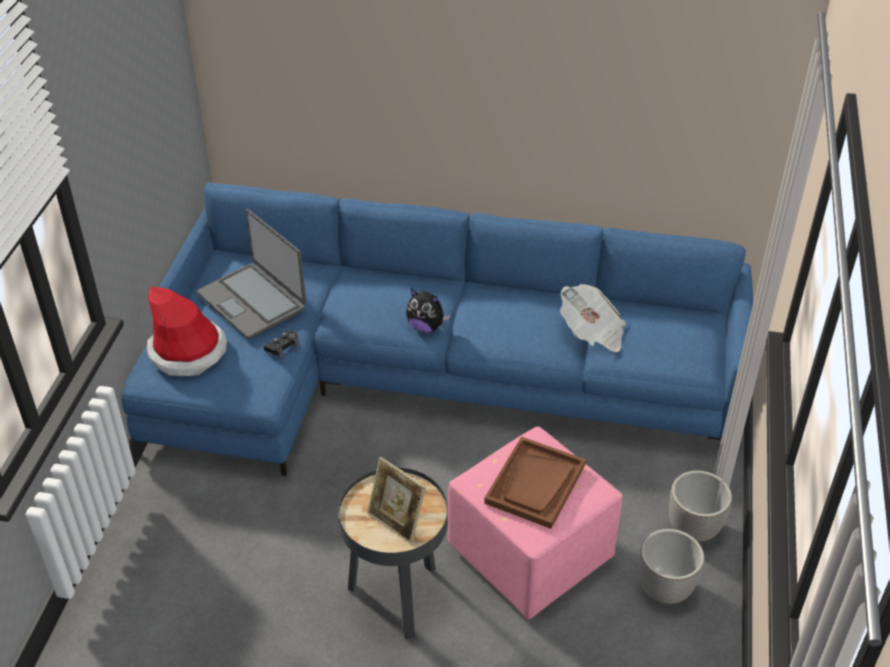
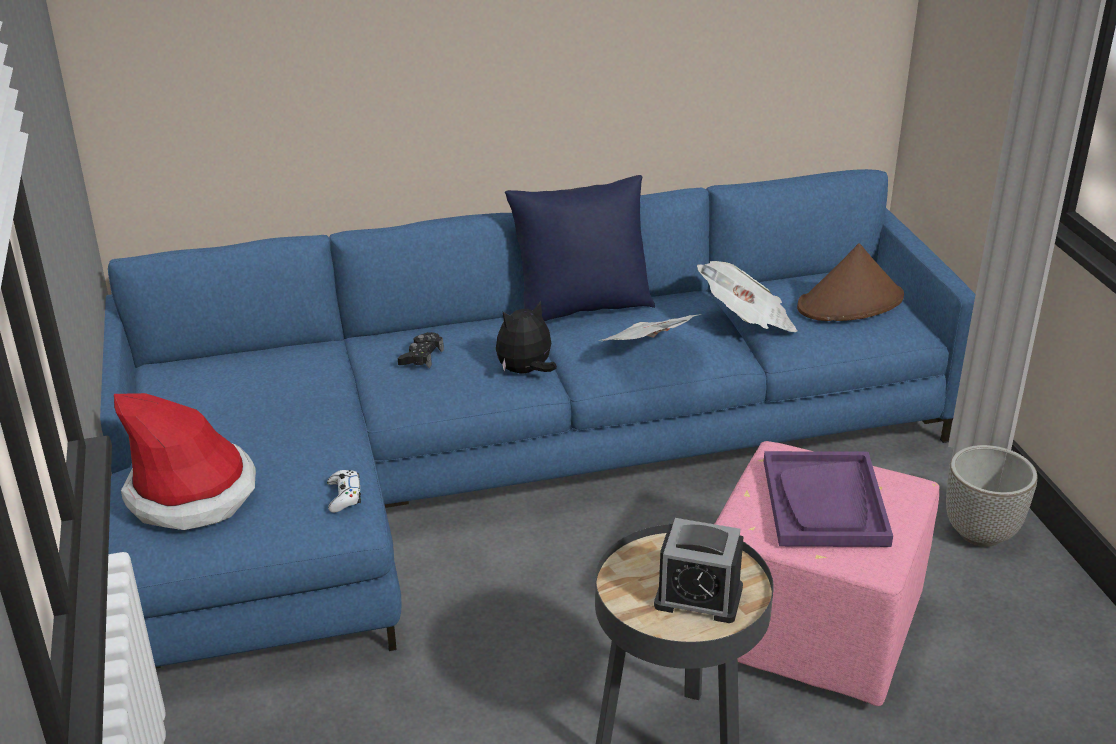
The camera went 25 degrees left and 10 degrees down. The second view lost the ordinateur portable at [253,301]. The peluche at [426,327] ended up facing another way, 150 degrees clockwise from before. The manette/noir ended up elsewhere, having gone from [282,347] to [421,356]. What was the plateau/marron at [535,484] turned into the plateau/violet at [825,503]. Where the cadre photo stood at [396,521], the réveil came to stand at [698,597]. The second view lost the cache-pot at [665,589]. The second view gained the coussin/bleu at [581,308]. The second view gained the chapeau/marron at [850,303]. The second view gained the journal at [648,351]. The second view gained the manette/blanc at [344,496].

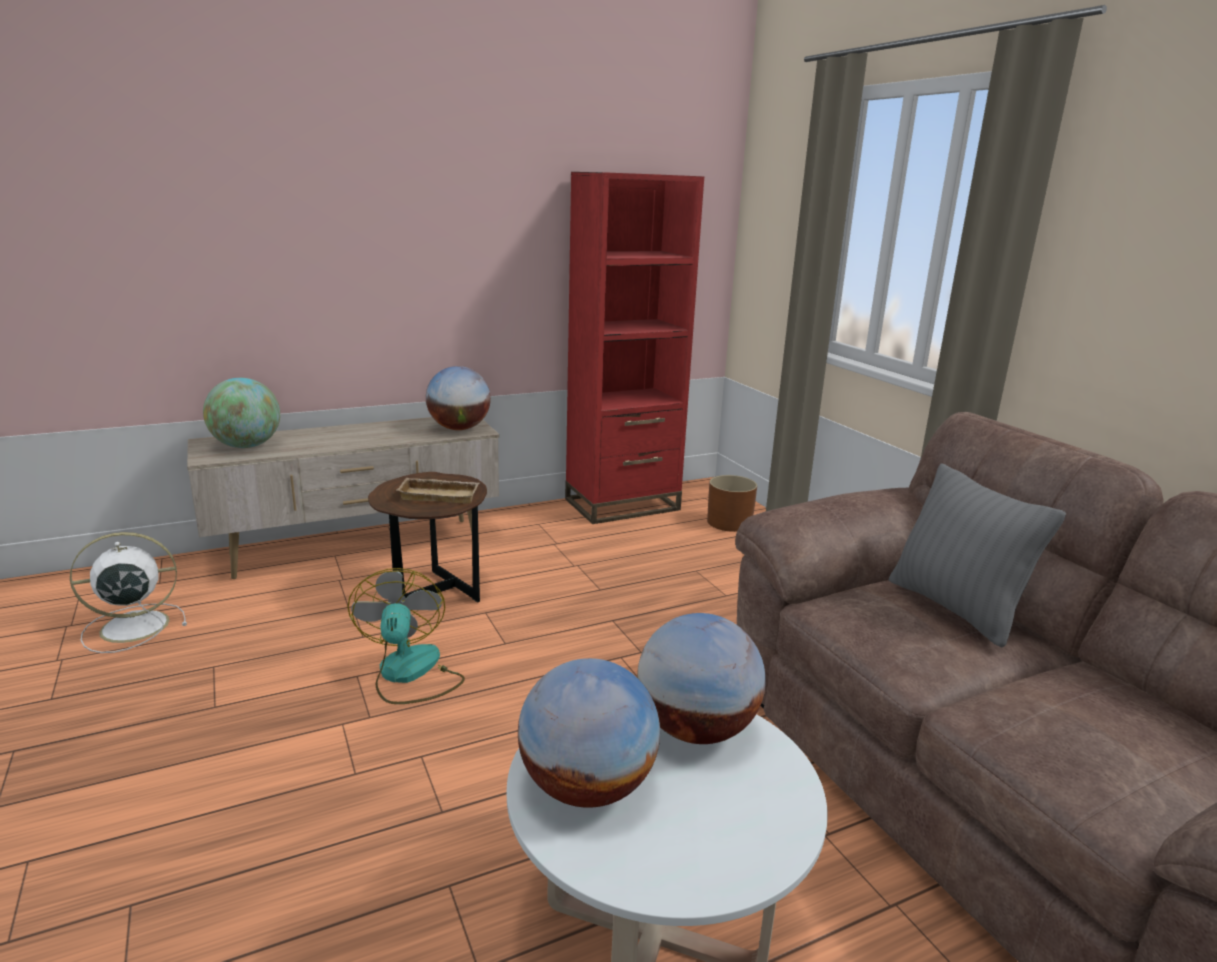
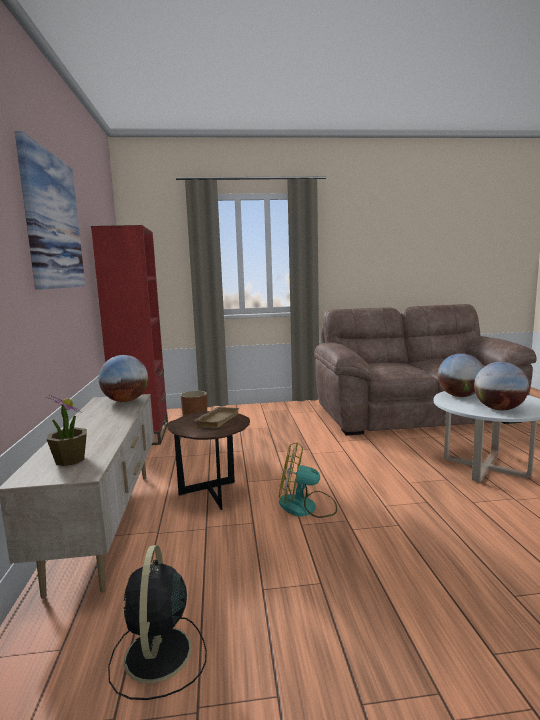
The camera went 70 degrees left and 10 degrees down. Where the globe stood at [246,446], the plante en pot came to stand at [70,460]. The second view lost the coussin/gris at [955,608]. What was the ventilateur/blanc at [131,627] turned into the ventilateur/noir at [157,656]. The second view gained the tableau at [52,222].

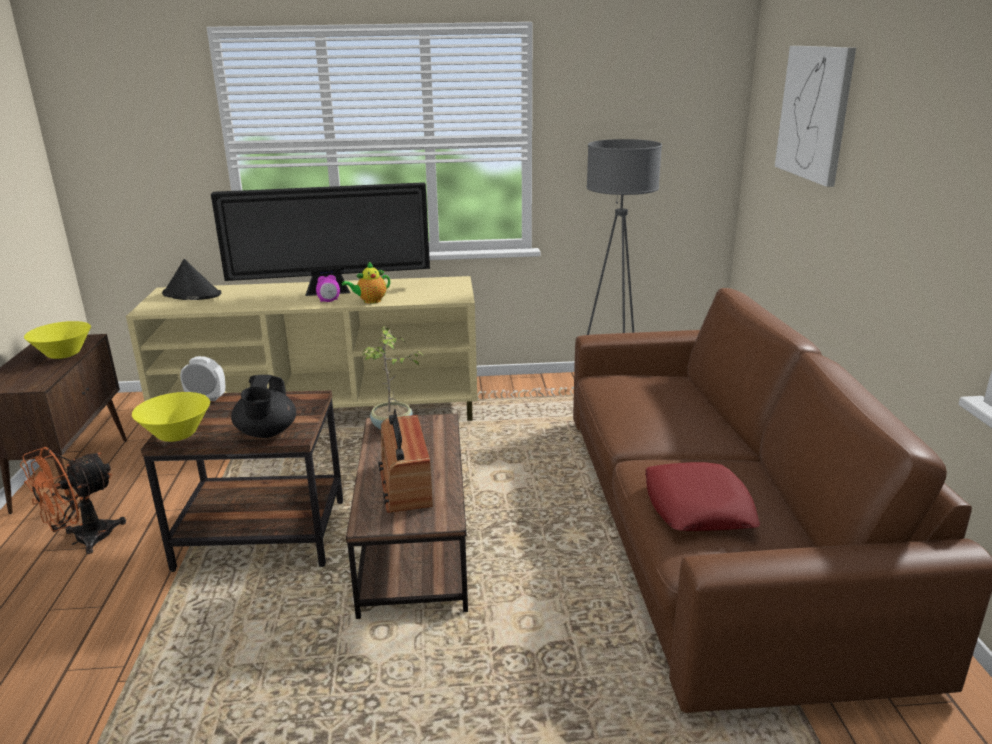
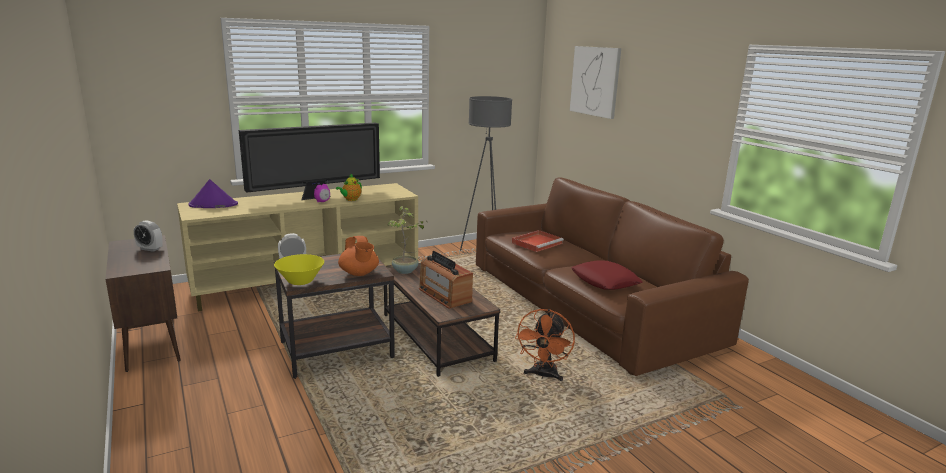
The camera went 25 degrees left and 5 degrees down. What was the chapeau/noir at [191,294] turned into the chapeau/violet at [213,205]. Where the bol/jaune stood at [64,354], the réveil came to stand at [150,249]. What was the théière/noir at [266,433] turned into the théière/orange at [359,273]. The ventilateur/orange ended up elsewhere, having gone from [83,540] to [543,375]. The second view gained the plateau/rouge at [537,243].

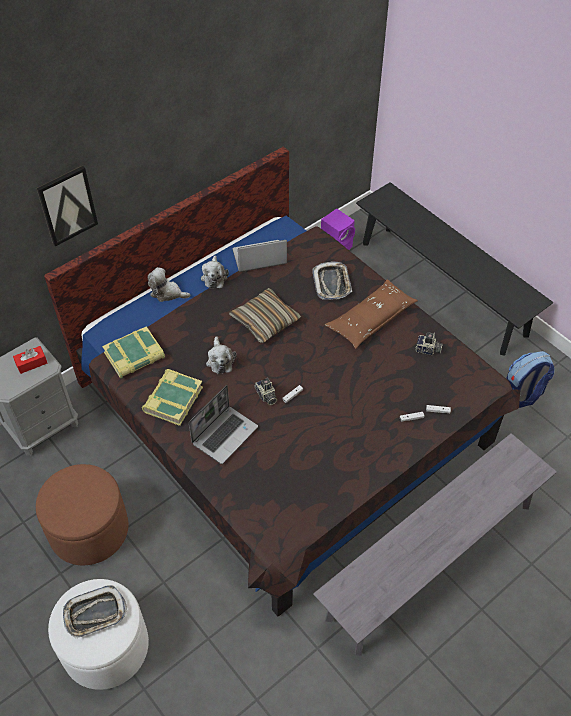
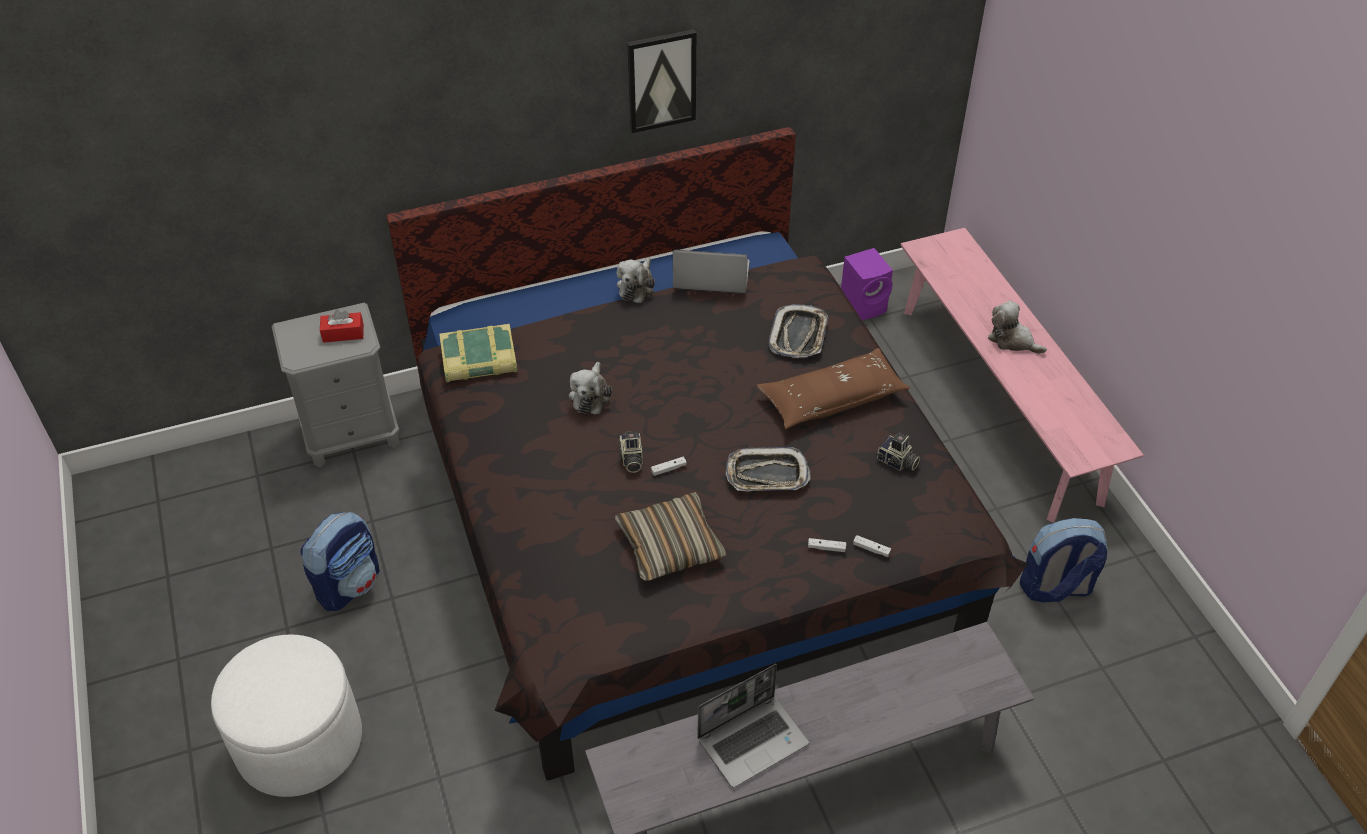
The camera went 20 degrees right and 5 degrees down. The tableau ended up elsewhere, having gone from [67,205] to [661,80]. What was the banc/noir at [442,287] turned into the banc/rose at [998,402]. The peluche ended up elsewhere, having gone from [167,293] to [1012,340]. The coussin ended up elsewhere, having gone from [265,321] to [670,545]. The second view lost the livre at [172,399]. The ordinateur portable ended up elsewhere, having gone from [225,434] to [753,740]. Where the pouf/marron stood at [89,530], the sac à dos came to stand at [349,584]. The plateau ended up elsewhere, having gone from [95,614] to [766,475].

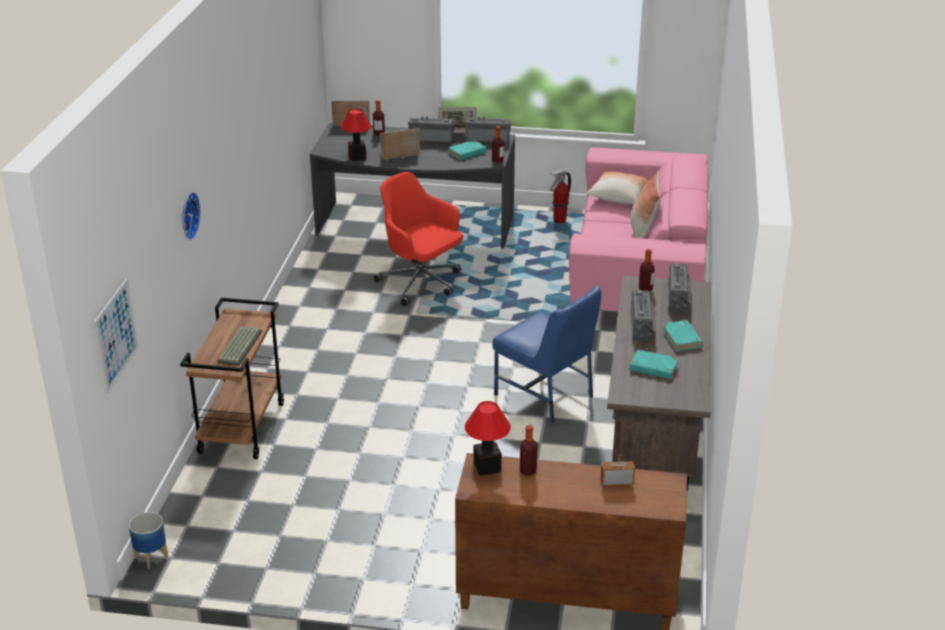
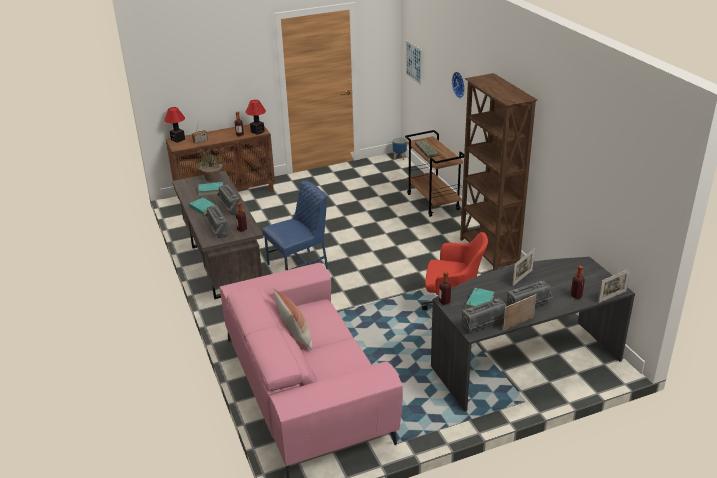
The camera went 150 degrees right and 0 degrees up. The lampe de table ended up elsewhere, having gone from [357,157] to [177,139]. The second view lost the extincteur at [559,221]. The second view lost the coussin at [619,196]. The chaise/bleu at [545,395] ended up facing another way, 135 degrees clockwise from before. The second view gained the bibliothèque/marron at [488,253]. The second view gained the plante en pot at [212,178].

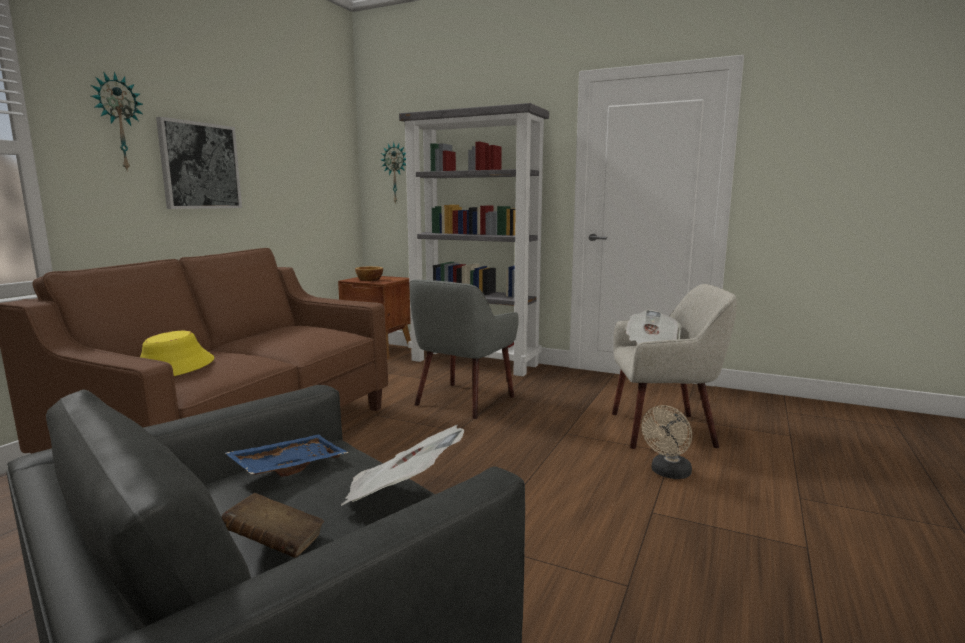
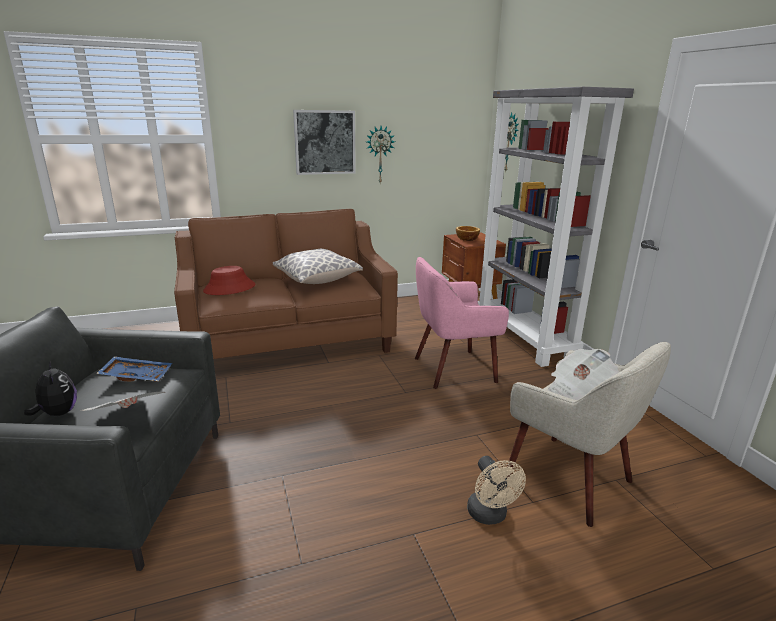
The camera went 45 degrees right and 10 degrees up. The horloge murale ended up elsewhere, having gone from [118,122] to [379,154]. What was the fauteuil/gris at [463,400] turned into the fauteuil/rose at [452,369]. What was the chapeau/jaune at [174,367] turned into the chapeau/rouge at [229,288]. The ventilateur/beige at [668,473] ended up facing another way, 105 degrees counterclockwise from before. Where the livre/marron stood at [275,545], the peluche came to stand at [58,413]. The second view gained the coussin at [317,280].

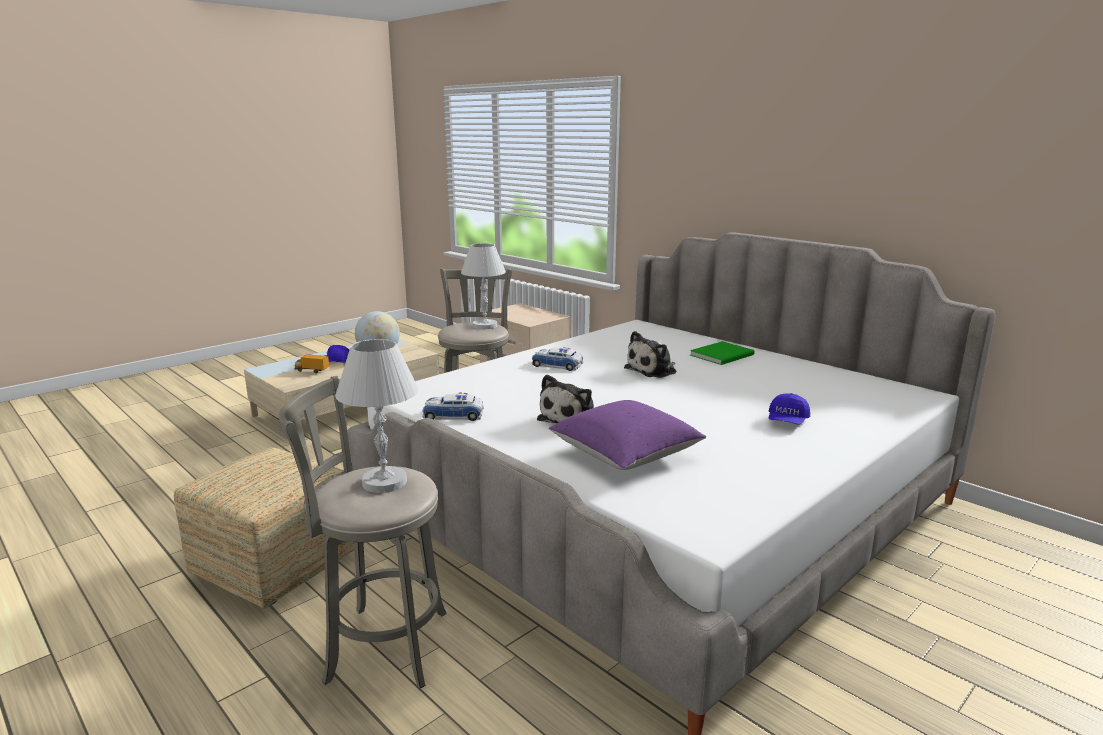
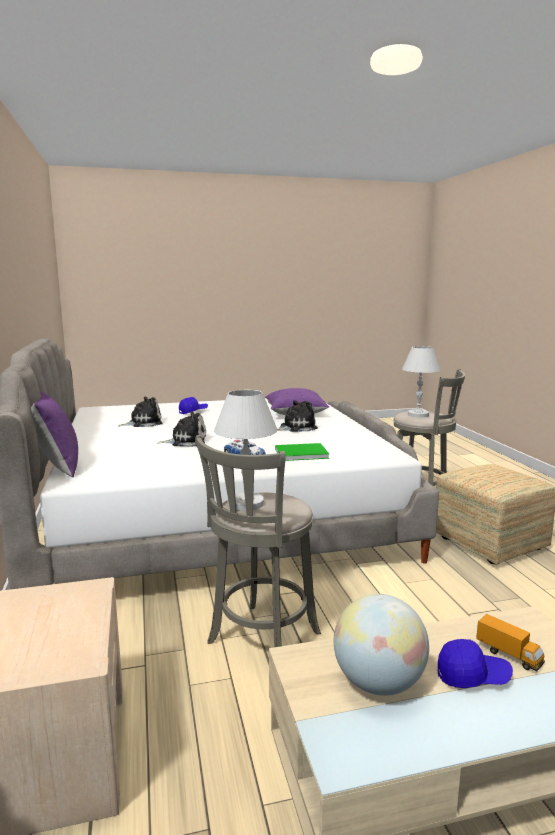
The camera went 150 degrees left and 5 degrees down. The livre/vert ended up elsewhere, having gone from [724,355] to [299,453]. The second view lost the petite voiture at [453,415]. The second view gained the coussin/violet at [57,467]. The second view gained the peluche at [143,423].

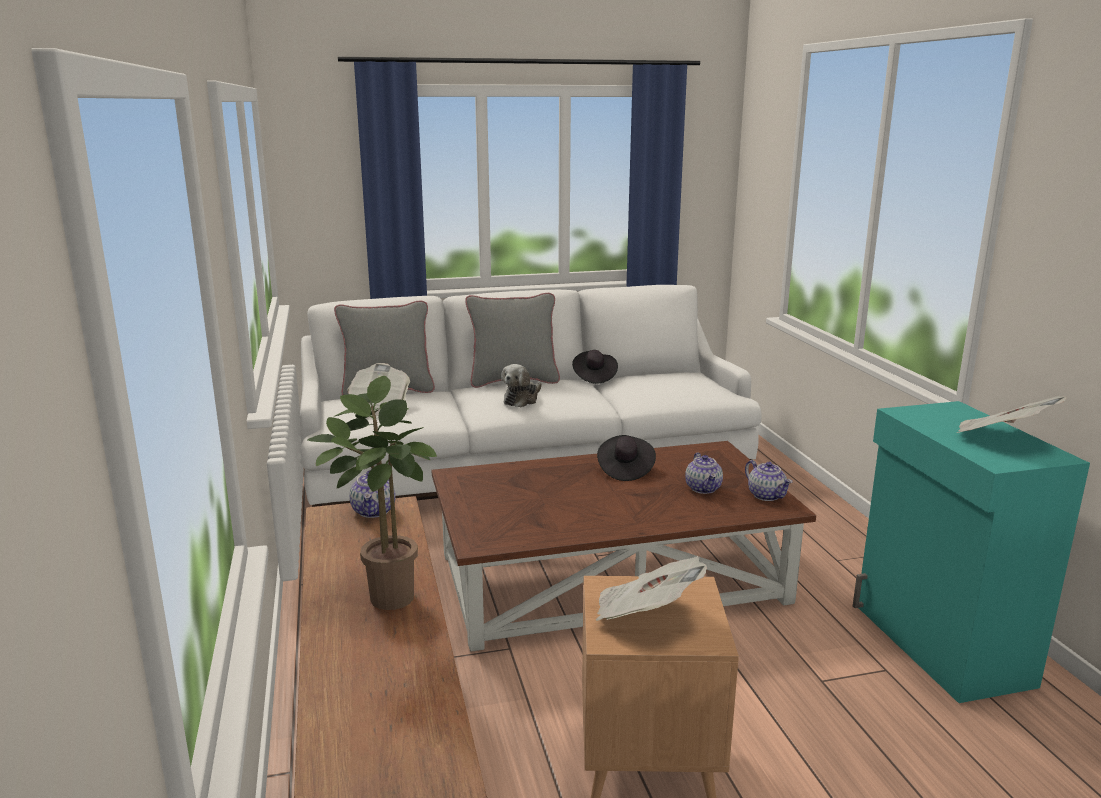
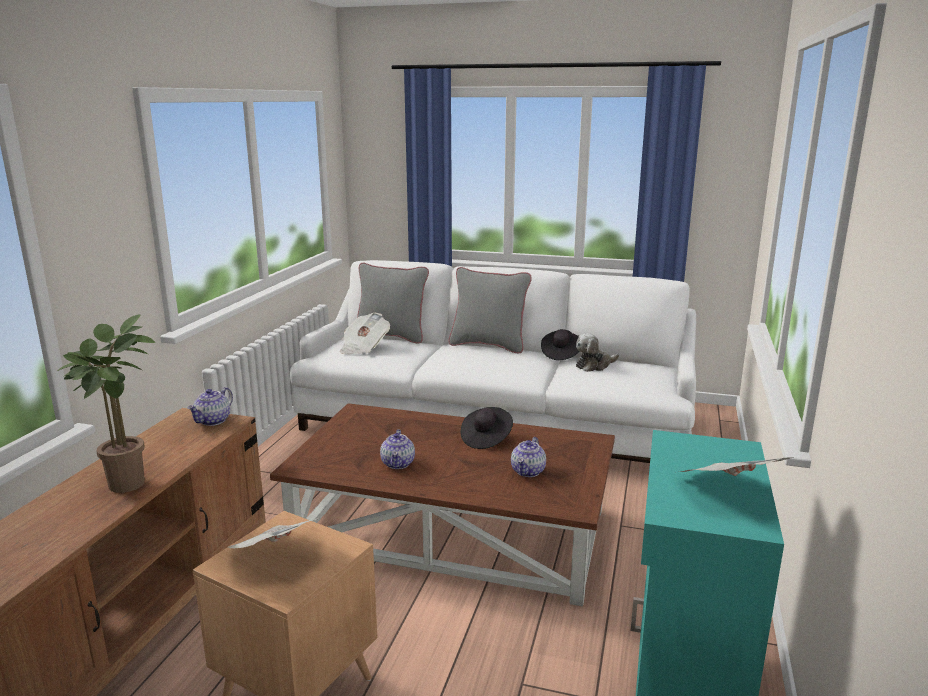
The camera went 30 degrees right and 0 degrees up. The peluche ended up elsewhere, having gone from [522,399] to [594,365]. The théière ended up elsewhere, having gone from [767,495] to [398,464].

